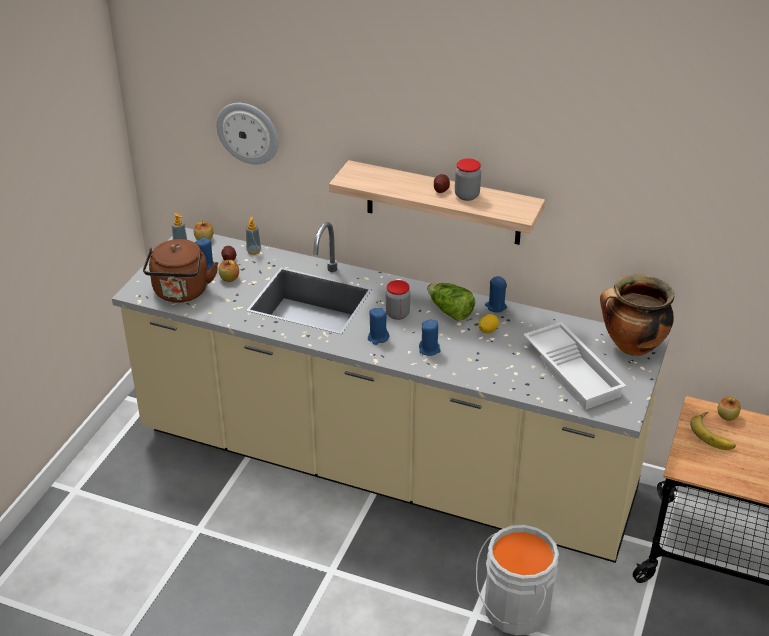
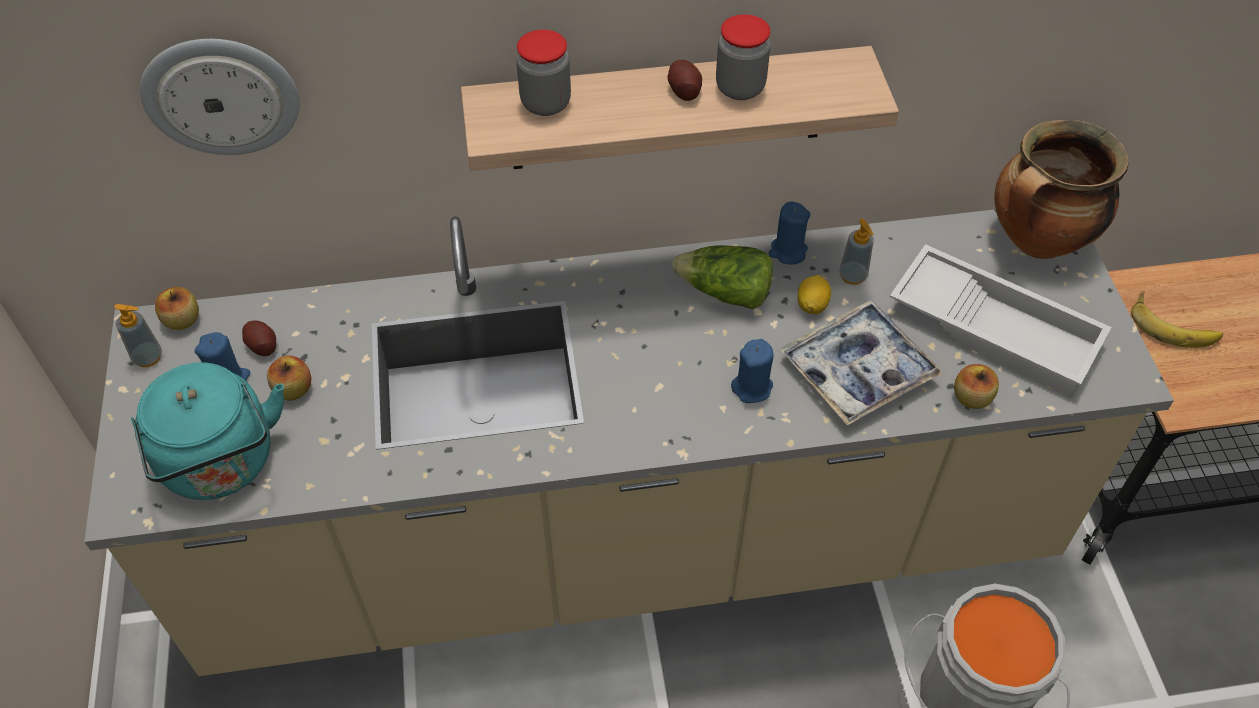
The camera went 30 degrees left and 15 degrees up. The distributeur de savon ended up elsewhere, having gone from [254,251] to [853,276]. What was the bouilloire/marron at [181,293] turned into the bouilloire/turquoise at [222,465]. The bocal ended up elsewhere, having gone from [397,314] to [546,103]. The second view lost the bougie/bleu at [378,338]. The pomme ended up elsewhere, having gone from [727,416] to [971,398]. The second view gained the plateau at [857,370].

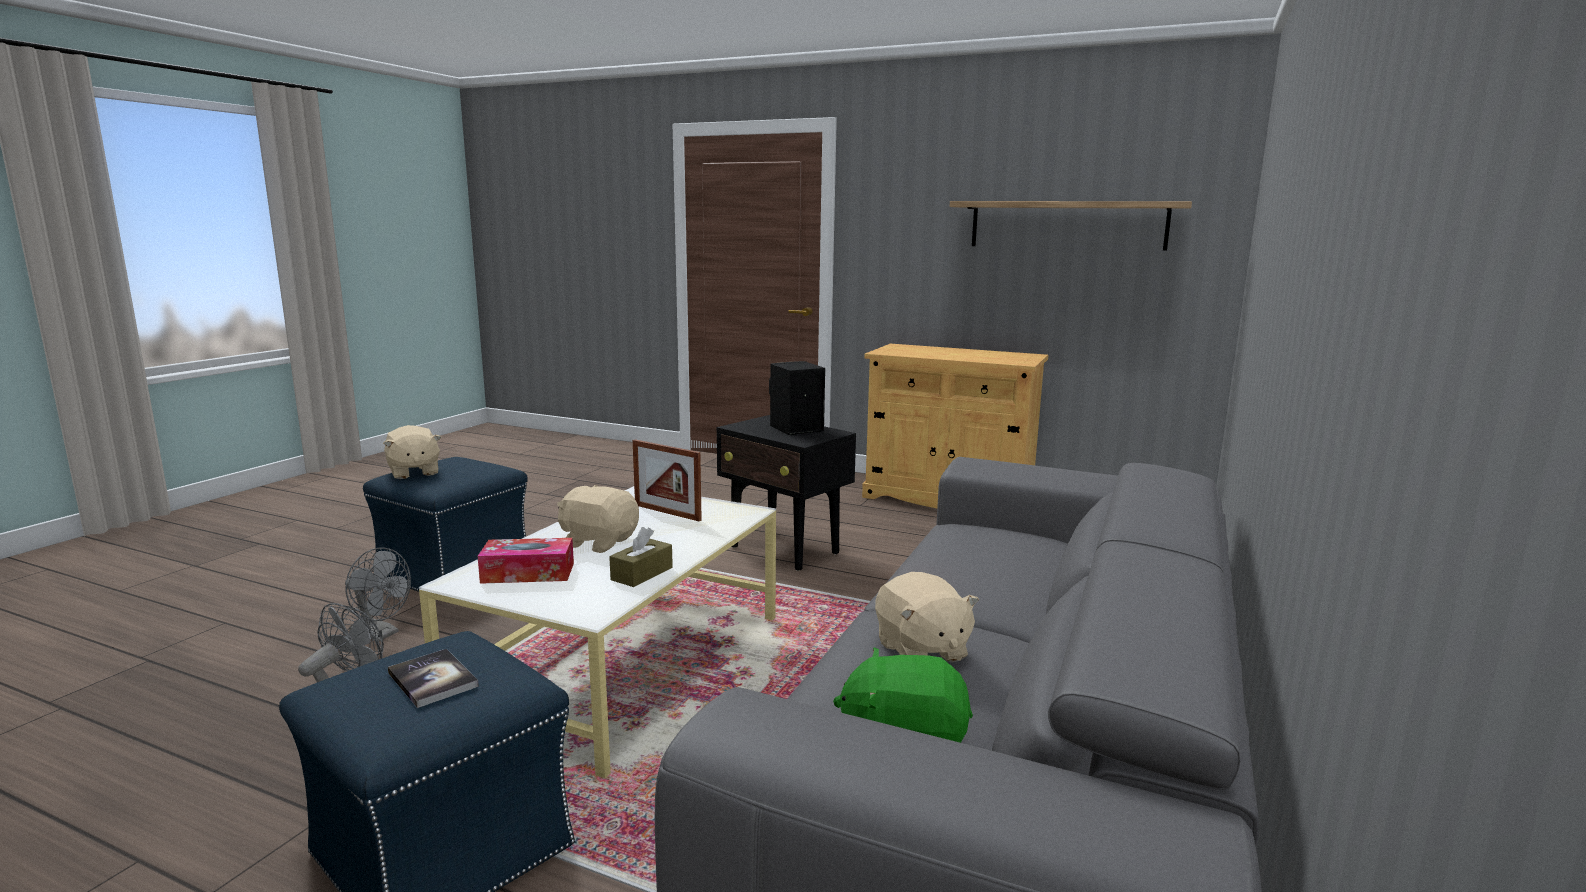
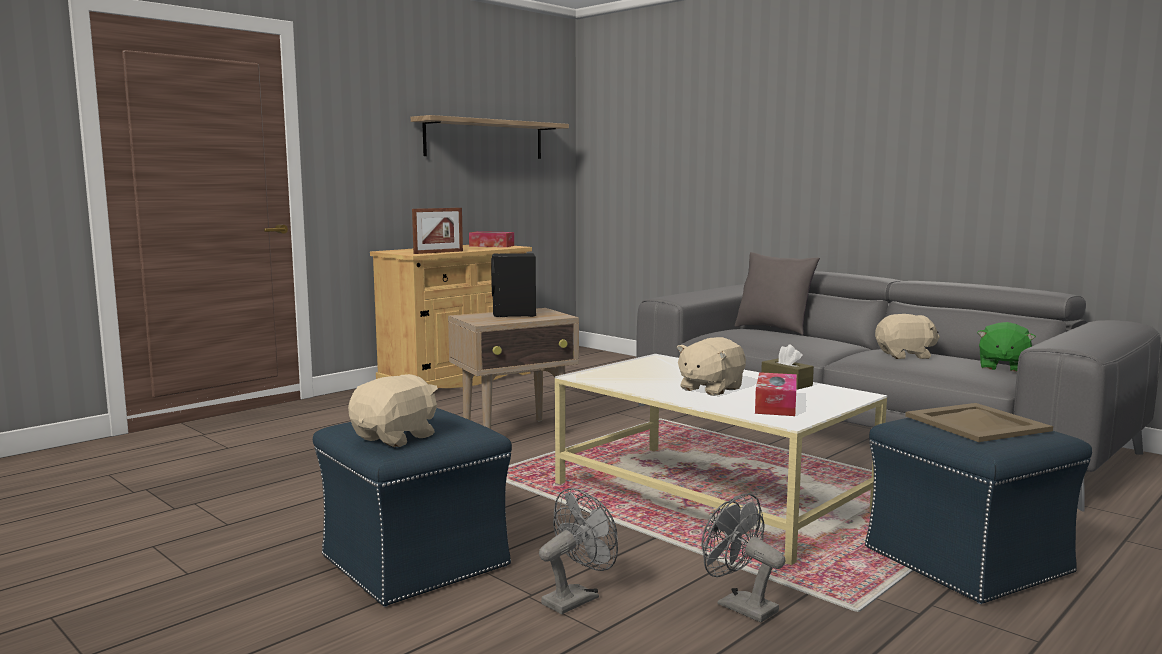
The camera went 70 degrees left and 5 degrees down. What was the table d'appoint/noir at [785,550] turned into the table d'appoint/beige at [515,432]. The peluche/beige at [413,472] ended up facing another way, 45 degrees counterclockwise from before. The cadre photo ended up elsewhere, having gone from [667,512] to [438,252]. Where the livre stood at [432,680], the plateau/beige came to stand at [975,423]. The second view gained the boîte à mouchoirs at [491,246]. The second view gained the coussin/gris at [774,329].

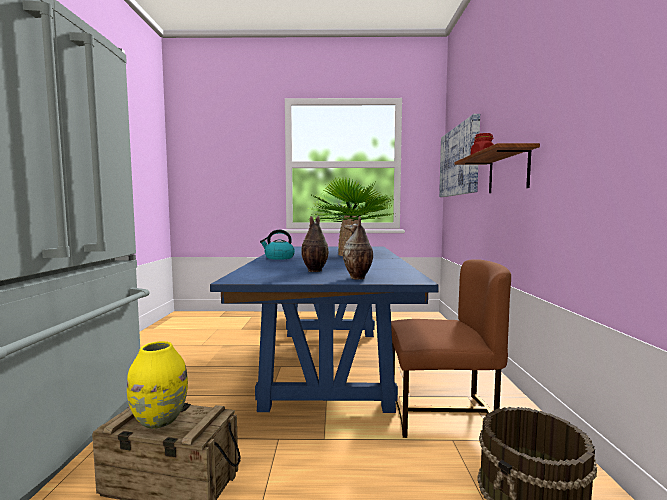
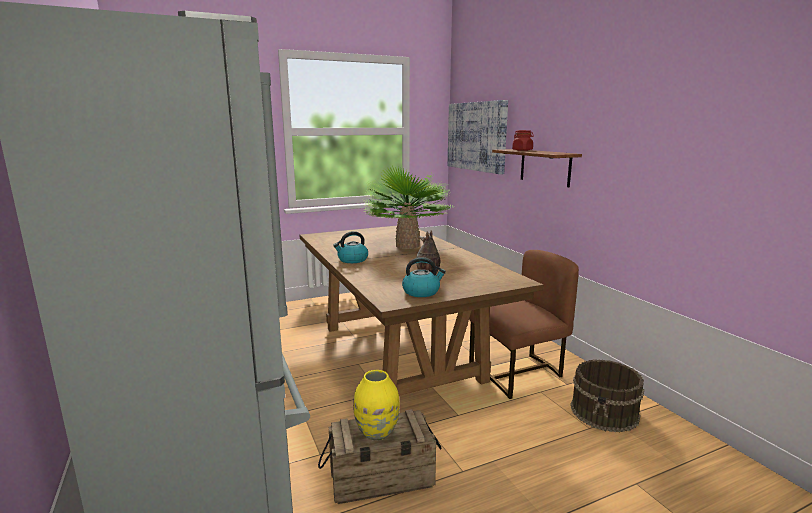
The camera went 25 degrees left and 10 degrees up. The second view lost the vase at [358,278]. What was the table à manger/bleu at [329,364] turned into the table à manger/marron at [400,352]. The second view gained the bouilloire at [421,292].

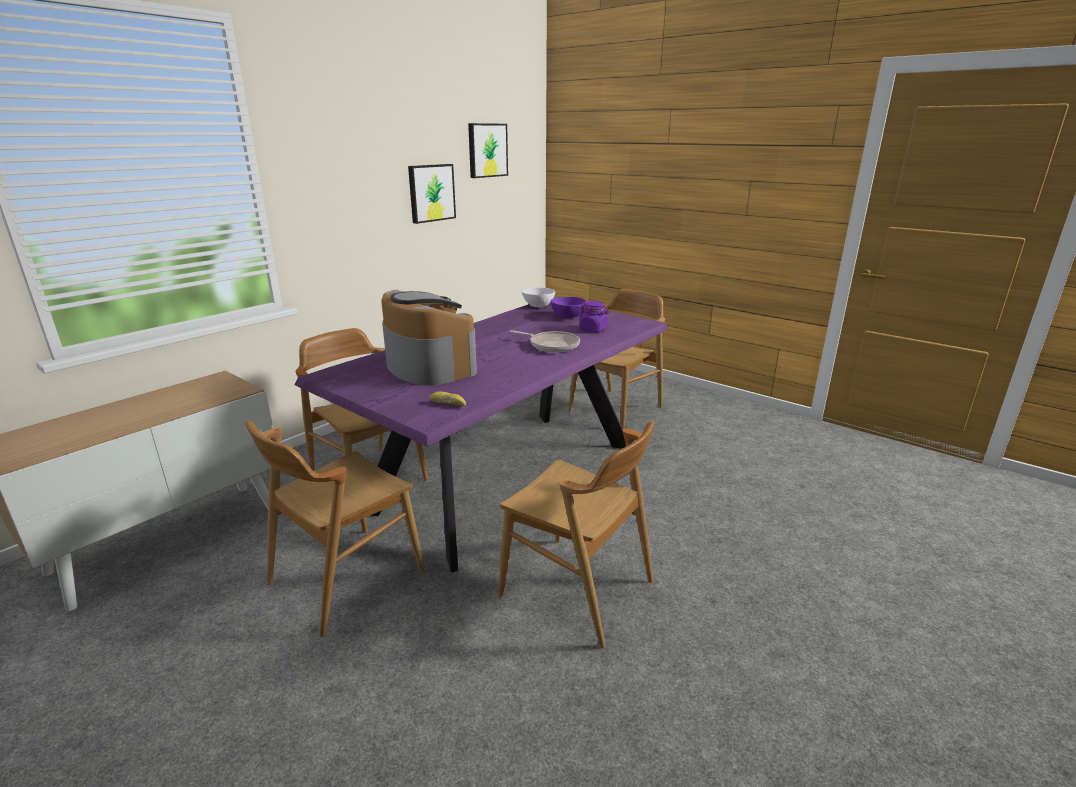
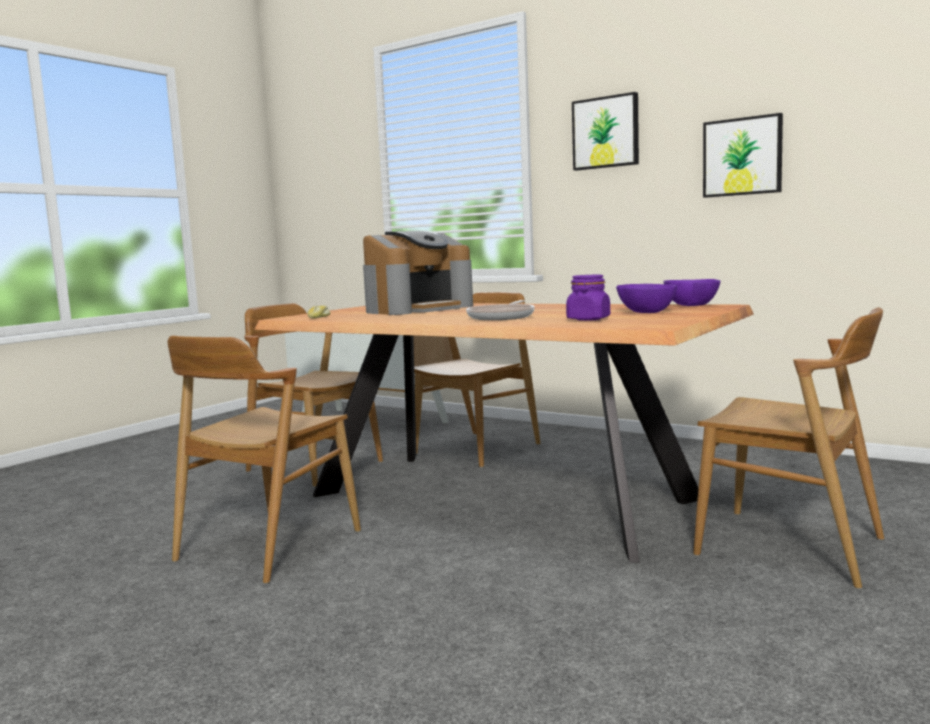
The camera went 85 degrees right and 15 degrees down. The tableau ended up elsewhere, having gone from [487,150] to [606,132]. What was the bol/blanc at [538,306] turned into the bol/violet at [690,305]. What was the table à manger/violet at [507,477] turned into the table à manger/marron at [499,497].

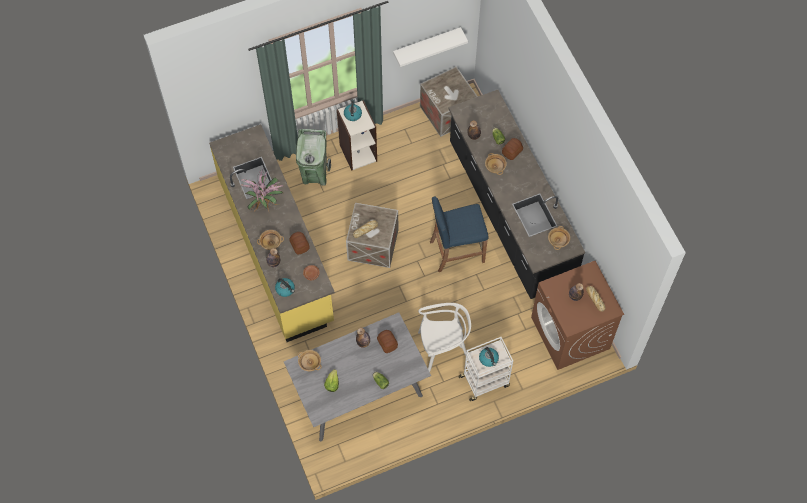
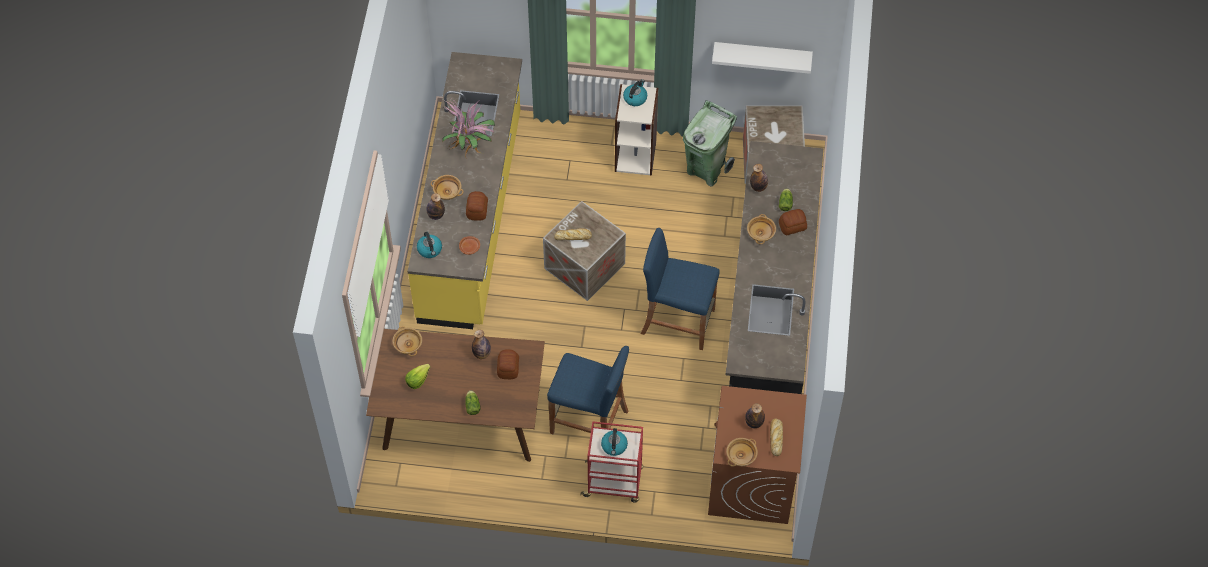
The camera went 30 degrees right and 5 degrees down. The poubelle/vert ended up elsewhere, having gone from [314,174] to [706,169]. The bol/beige ended up elsewhere, having gone from [558,240] to [741,456]. Where the chaise/blanc stood at [443,349], the tabouret/bleu came to stand at [589,422]. What was the table à manger/gris at [359,391] turned into the table à manger/marron at [462,418]. What was the chariot/blanc at [485,381] turned into the chariot/rouge at [614,482].

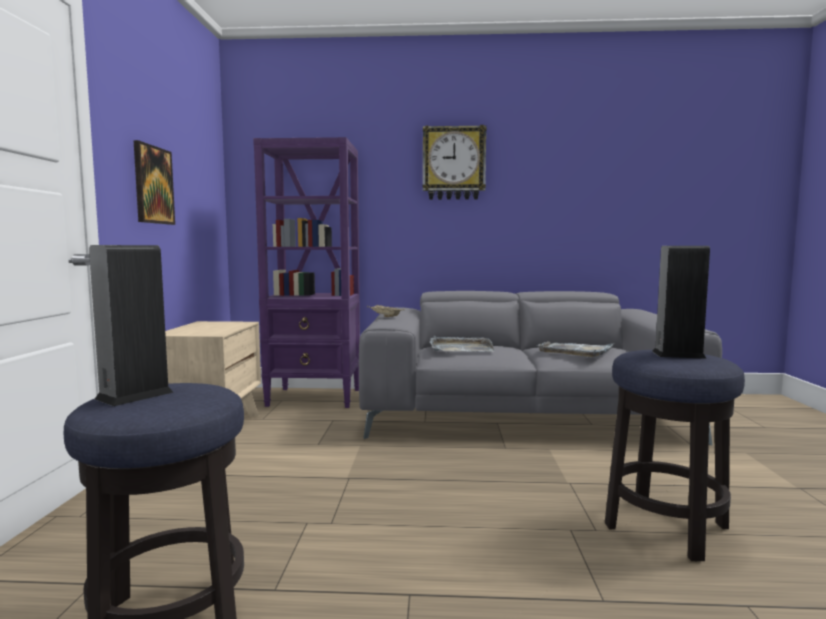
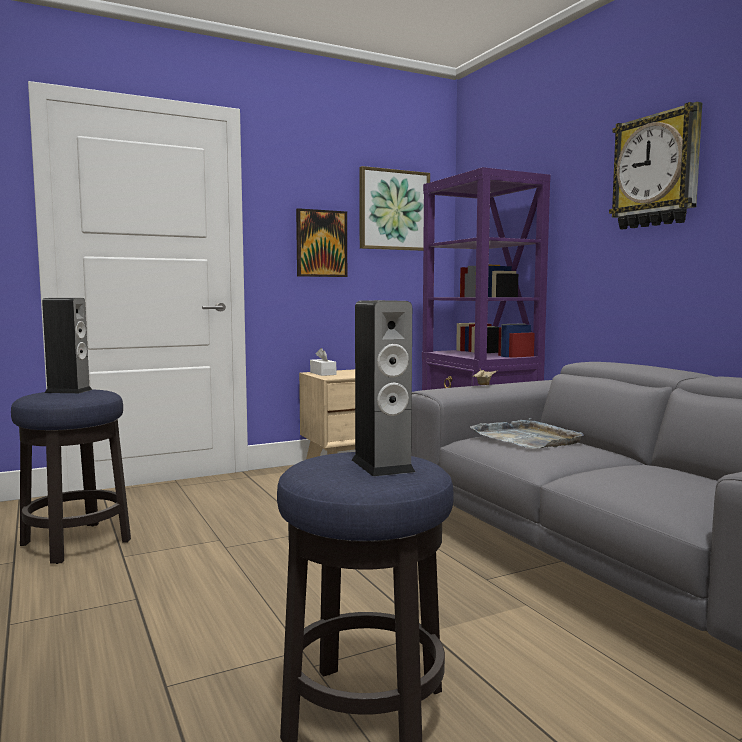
The camera went 60 degrees right and 0 degrees up. The second view lost the plateau/gris at [576,351]. The second view gained the tableau at [394,210]. The second view gained the boîte à mouchoirs/blanc at [323,373].

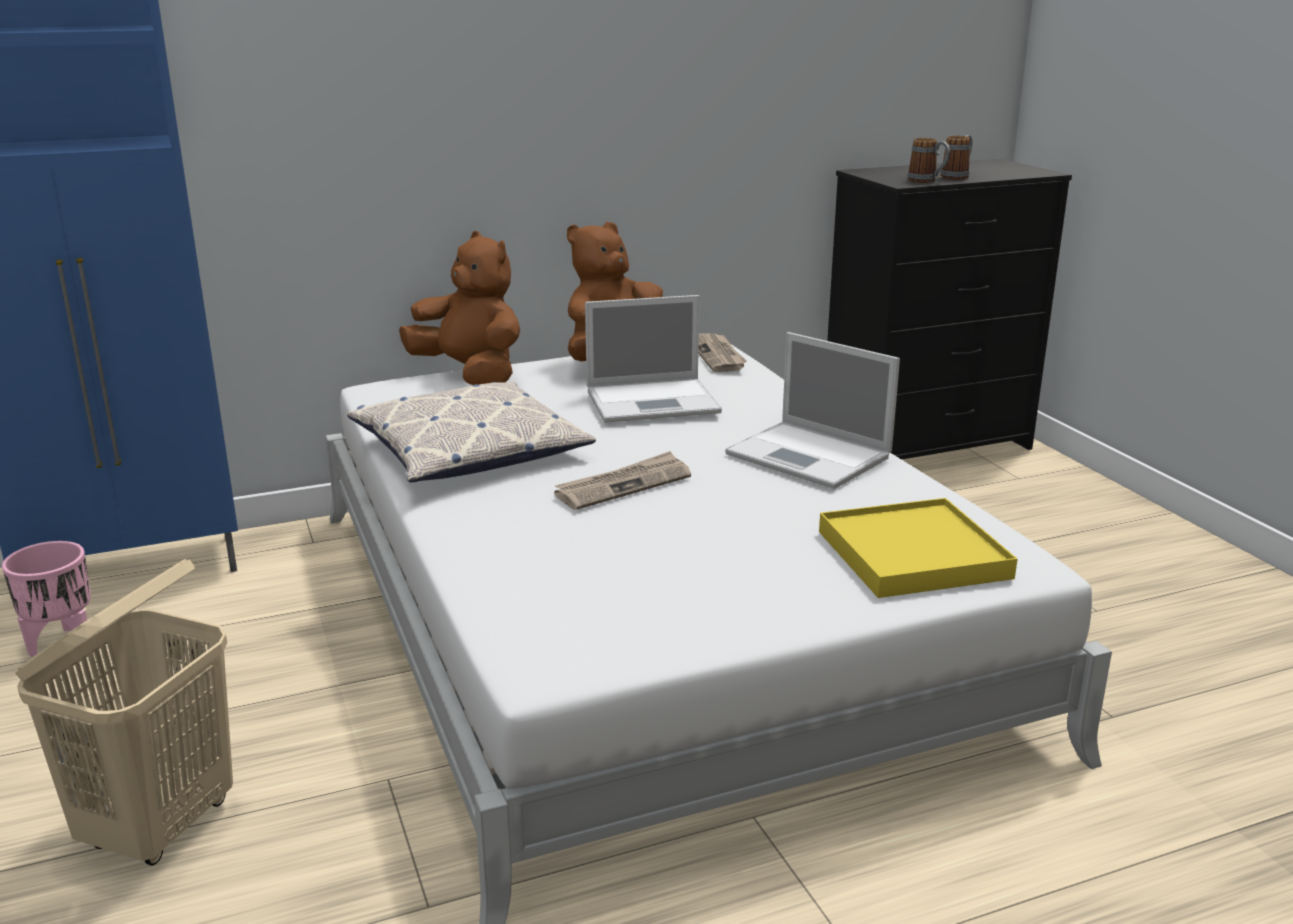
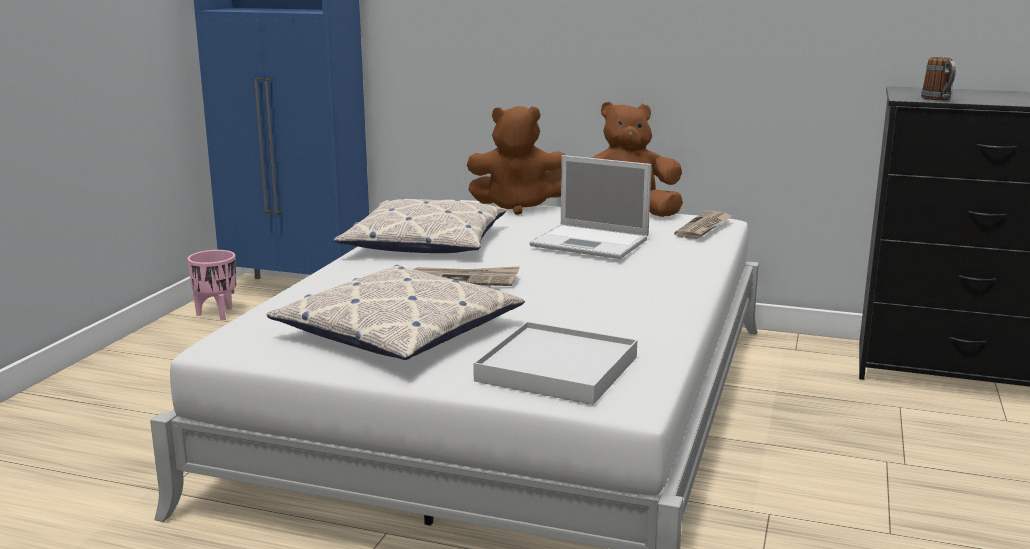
The camera went 40 degrees right and 5 degrees down. The second view lost the mug at [957,177]. The peluche/marron at [471,375] ended up facing another way, 105 degrees clockwise from before. The second view lost the ordinateur portable at [811,456]. What was the plateau/jaune at [913,554] turned into the plateau/blanc at [558,369]. The second view lost the panier à linge/beige at [160,826]. The second view gained the coussin at [399,331].

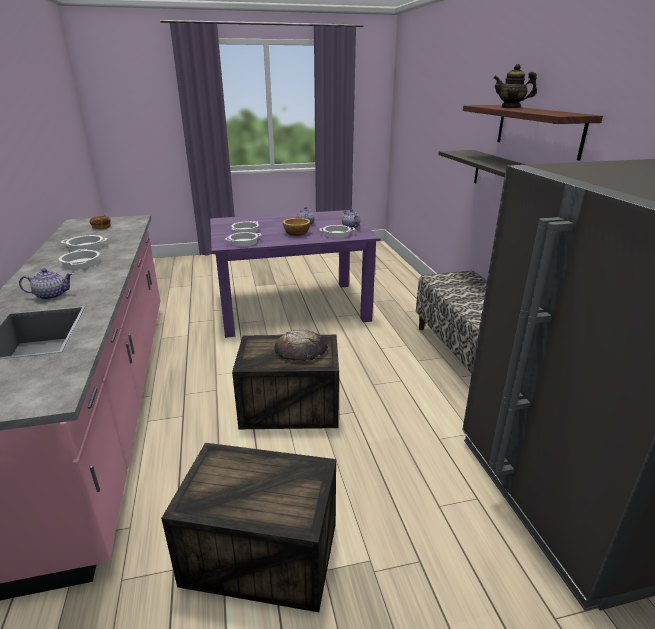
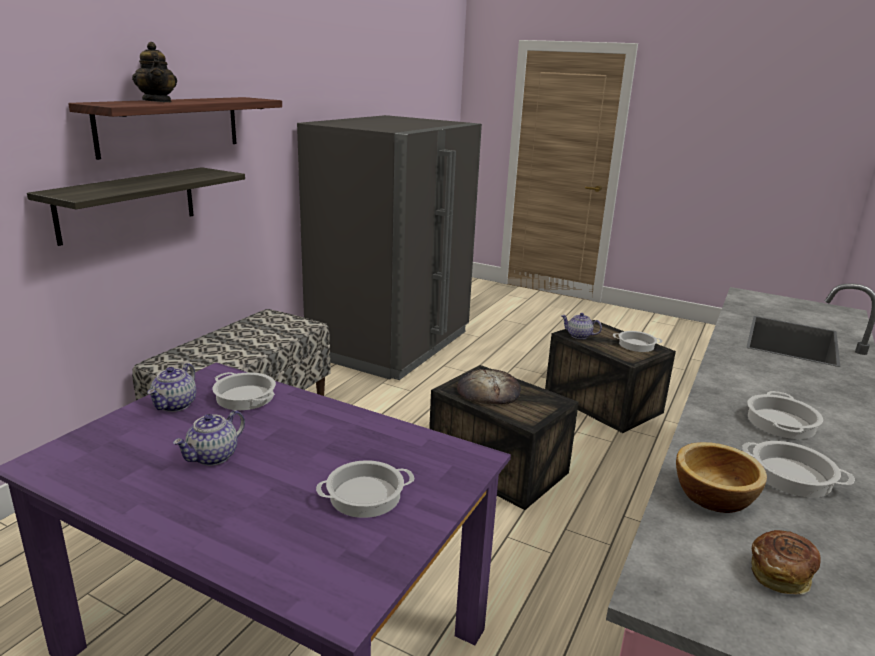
The camera went 140 degrees left and 5 degrees down. The bol ended up elsewhere, having gone from [297,233] to [713,494]. The marmite ended up elsewhere, having gone from [243,242] to [636,345]. The théière ended up elsewhere, having gone from [51,295] to [578,336].

